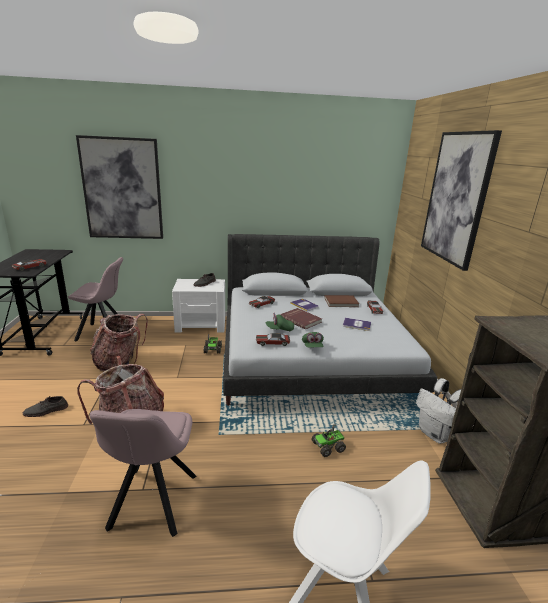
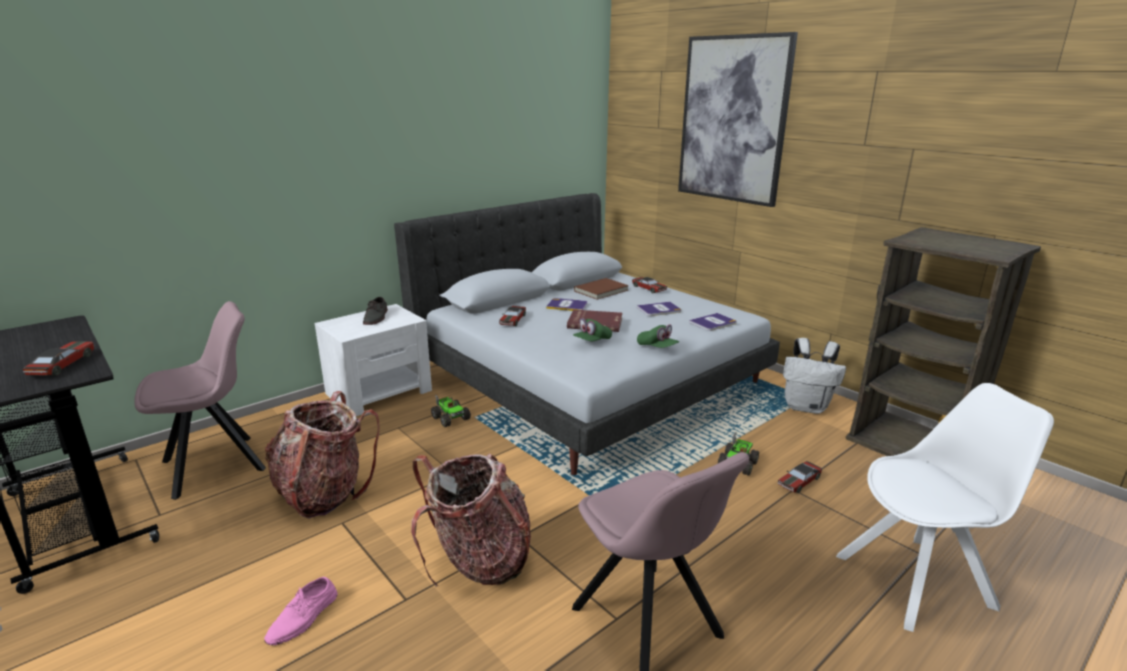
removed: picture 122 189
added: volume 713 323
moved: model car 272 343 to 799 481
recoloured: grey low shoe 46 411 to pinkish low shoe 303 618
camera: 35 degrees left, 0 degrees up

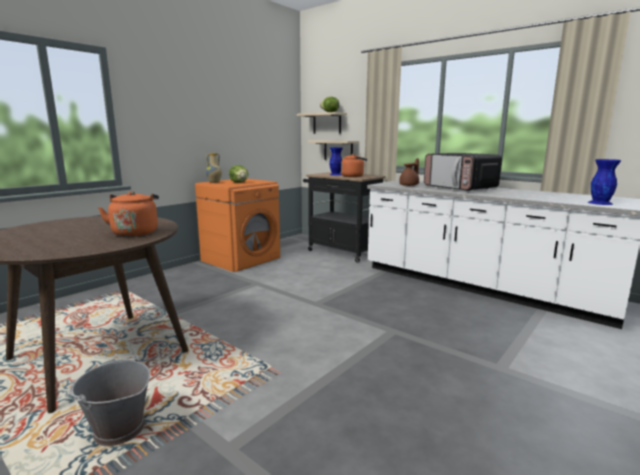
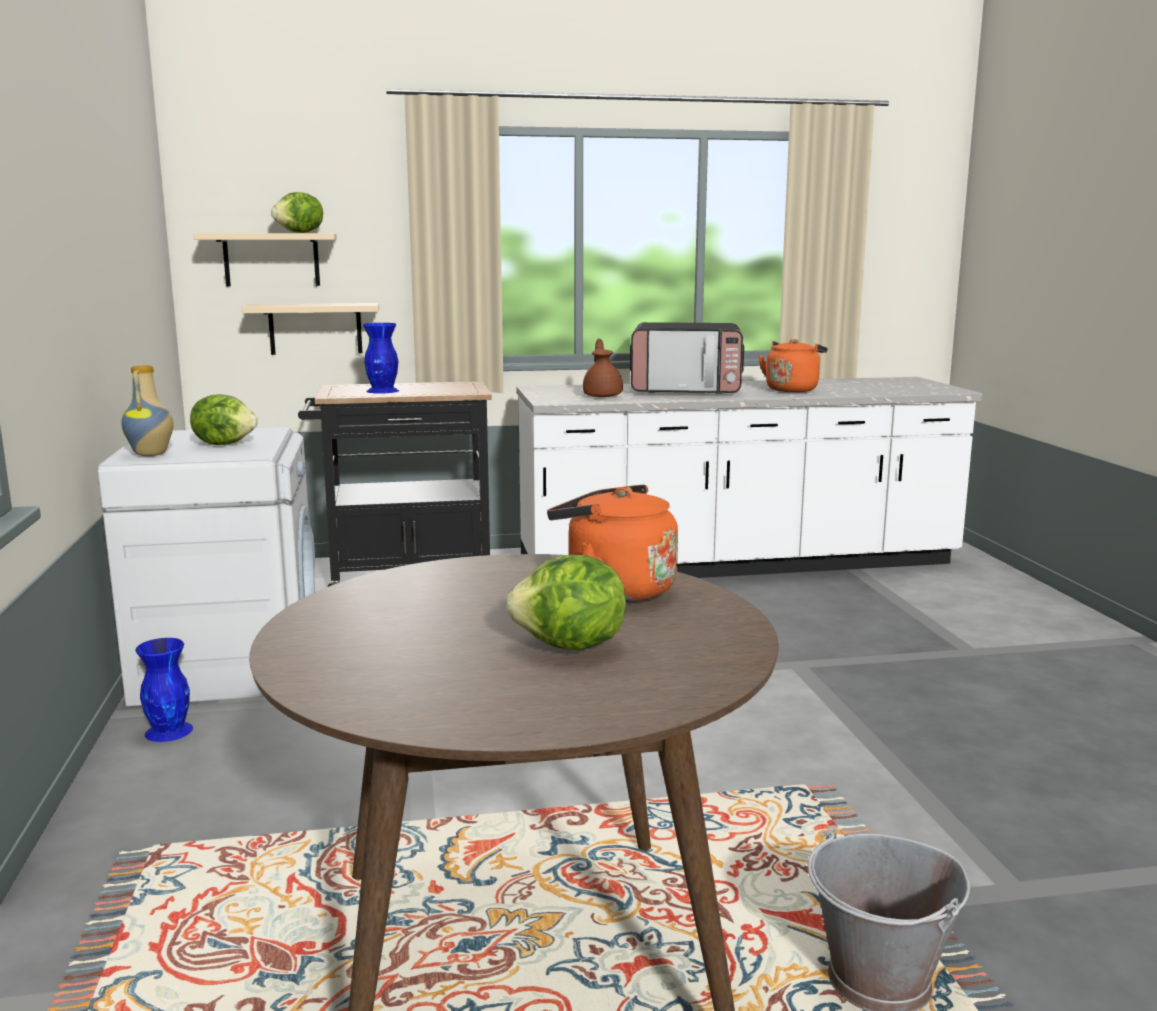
added: lettuce head 570 647
moved: orange-coloured kettle 354 176 to 792 389; blue-coloured vase 600 203 to 170 731
recoloured: orange-coloured washing machine 243 259 to white-coloured washing machine 232 662
camera: 50 degrees left, 0 degrees up

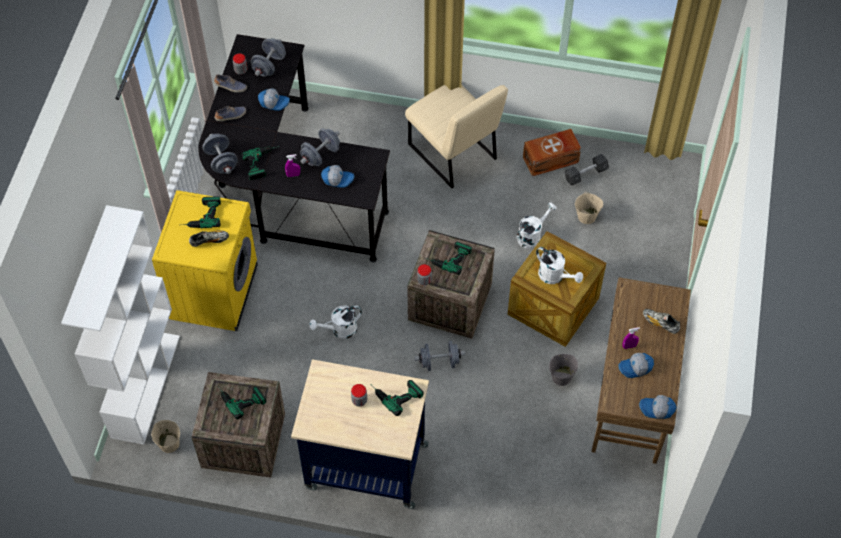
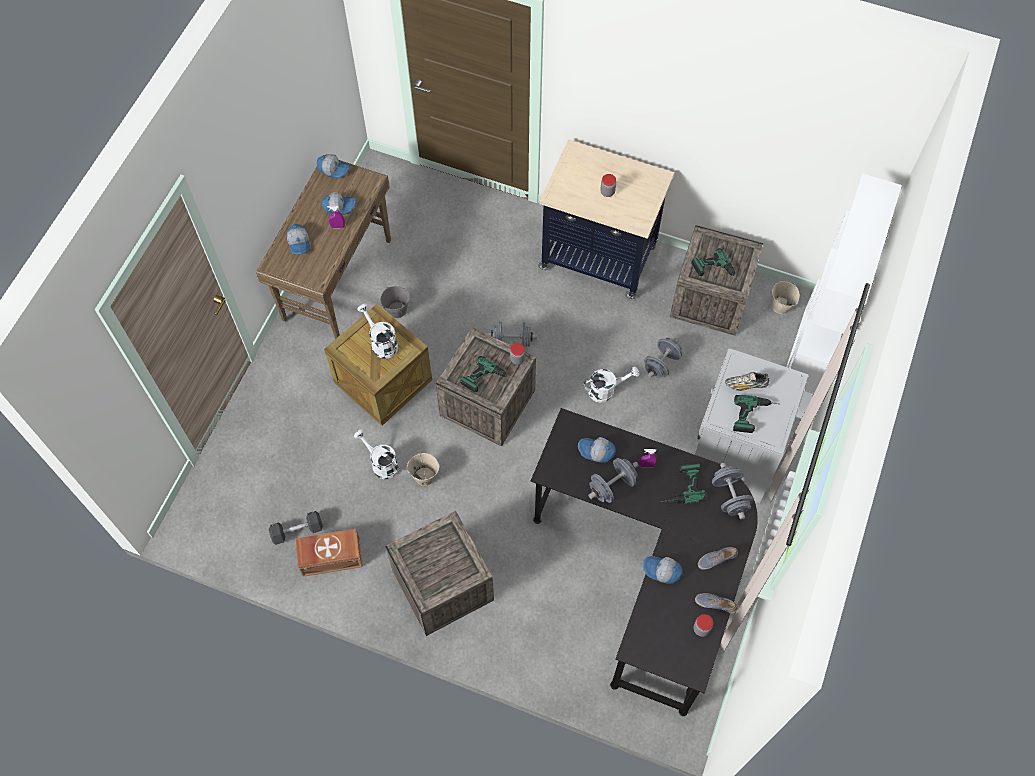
removed: power drill 395 392
moved: grey free weight 269 65 to 661 364; beige-coloured bucket 587 216 to 424 476
replaced: beige-coloured plain chair 453 153 to packing crate 443 585; low shoe 660 323 to peaked cap 299 243
recoloured: yellow washing machine 216 291 to white-coloured washing machine 732 453
turned: white-coloured watering can 532 235 = 381 464 75 degrees clockwise
camera: 170 degrees left, 5 degrees up

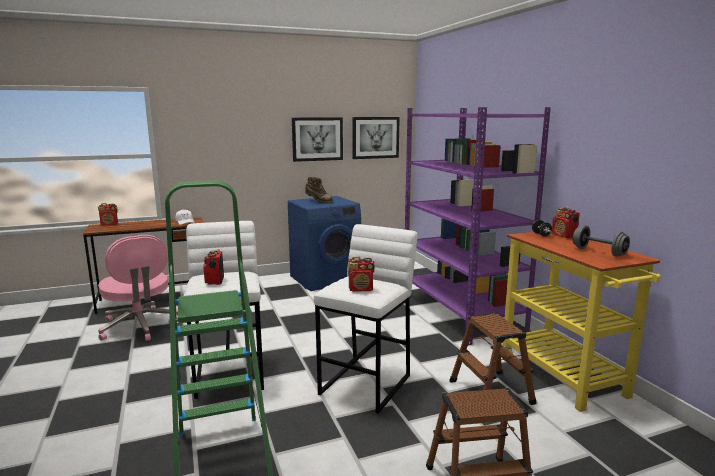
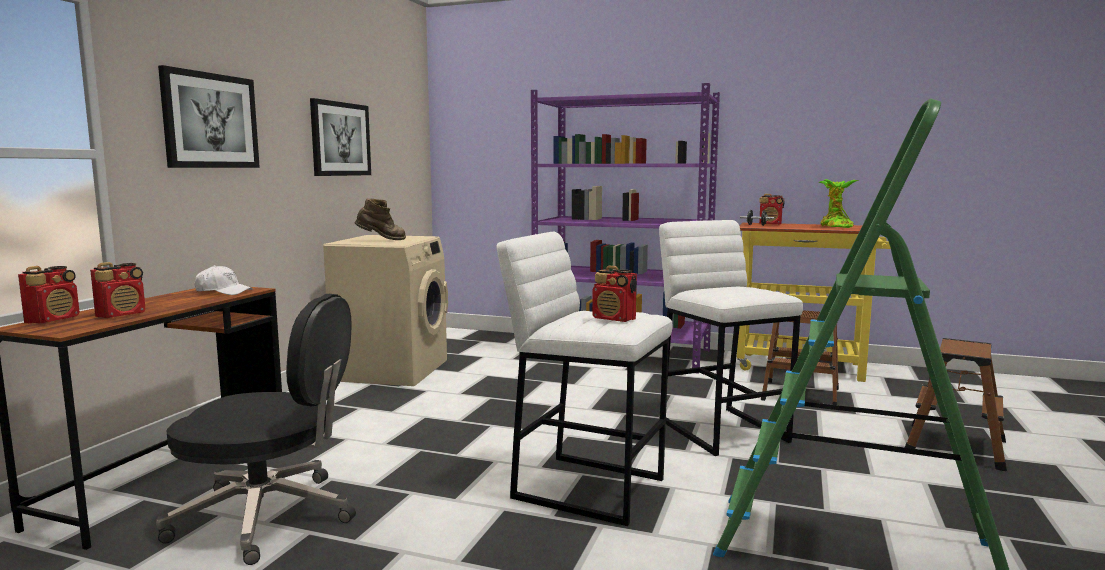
moved: picture 375 137 to 210 121; radio set 361 289 to 122 315
replaced: grey free weight 598 252 to plant in a pot 835 227
recoloured: blue-coloured washing machine 325 279 to beige-coloured washing machine 394 370; pinkish office chair 140 326 to black-coloured office chair 268 516
camera: 50 degrees left, 5 degrees down

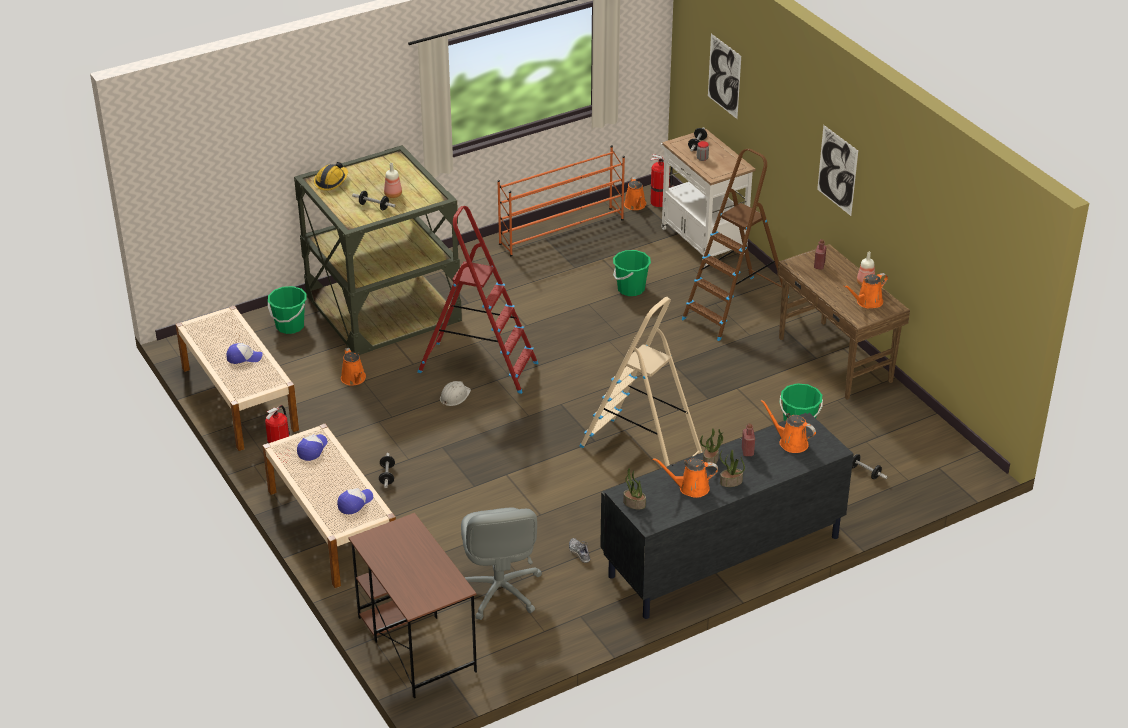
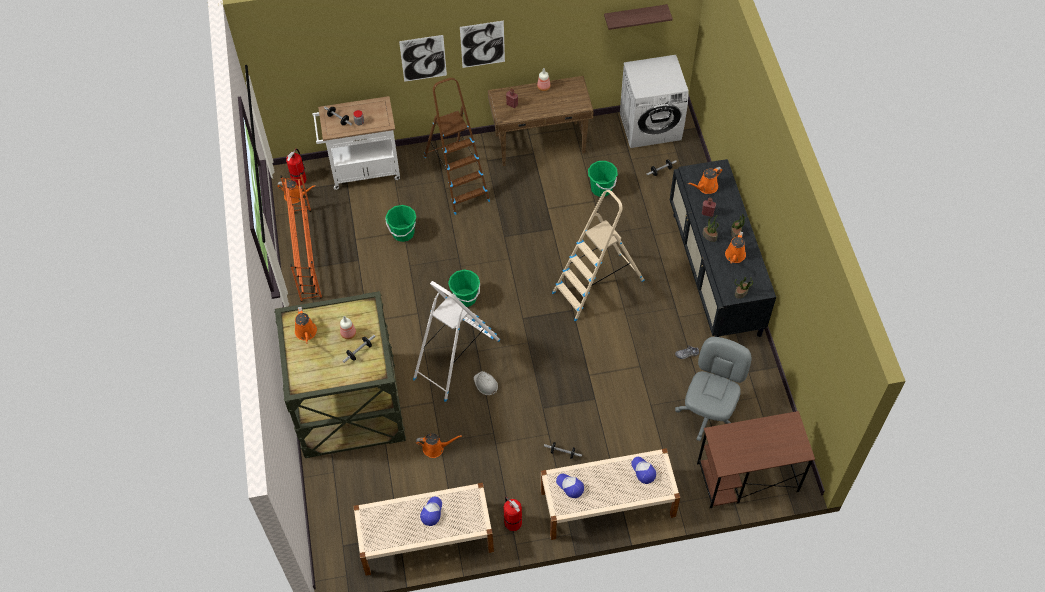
removed: safety helmet 331 181
added: bracket shelf 635 17; white-coloured washing machine 650 127
moved: picture 724 76 to 423 58; orange-coloured watering can 867 302 to 306 333; green-coloured bucket 290 326 to 465 298
recoloured: red-coloured step stool 478 367 to white-coloured step stool 457 359
turned: grey office chair 499 590 = 709 413 75 degrees counterclockwise
camera: 70 degrees left, 20 degrees up

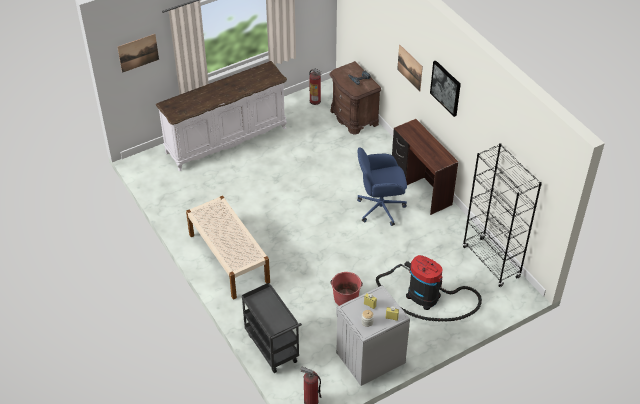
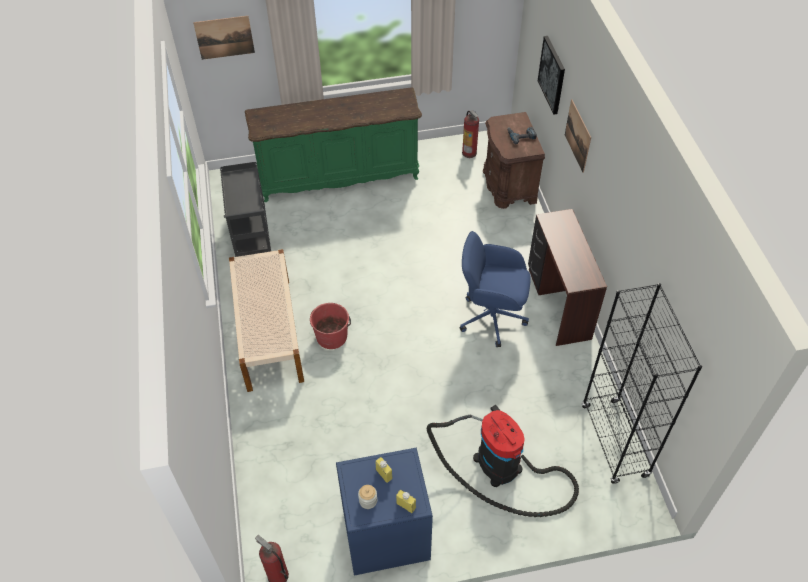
moved: picture 446 88 to 552 75; red-coloured bucket 345 298 to 332 336; grey trolley 273 349 to 252 241
recoloured: white-coloured cupboard 227 141 to green-coloured cupboard 339 178; white-coloured washing machine 369 357 to blue-coloured washing machine 385 534
camera: 20 degrees right, 5 degrees up

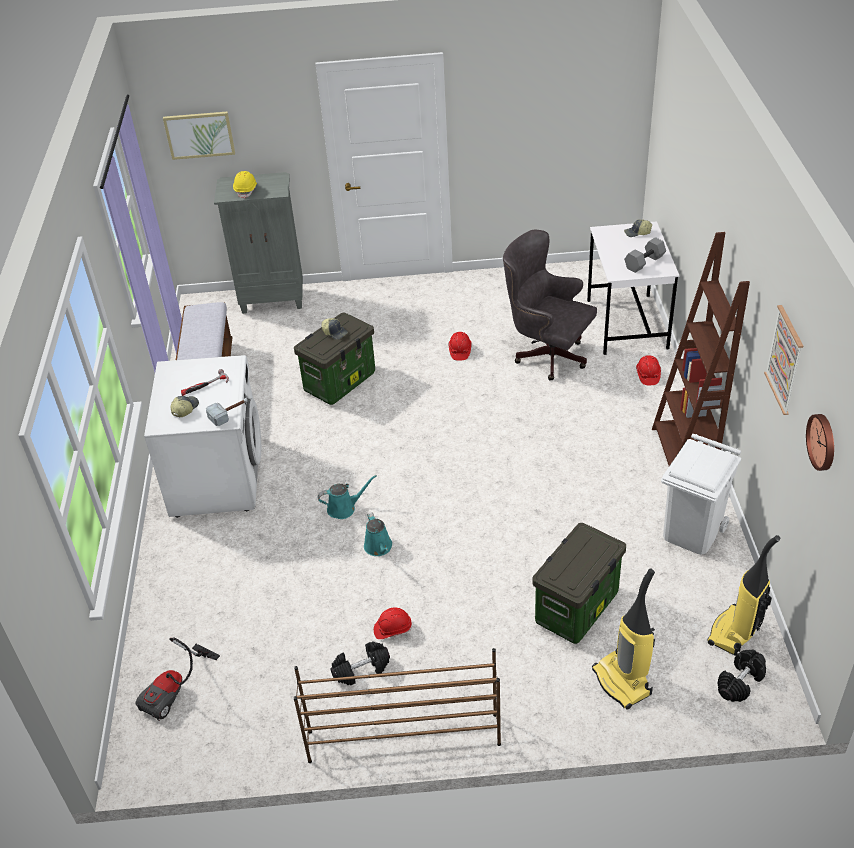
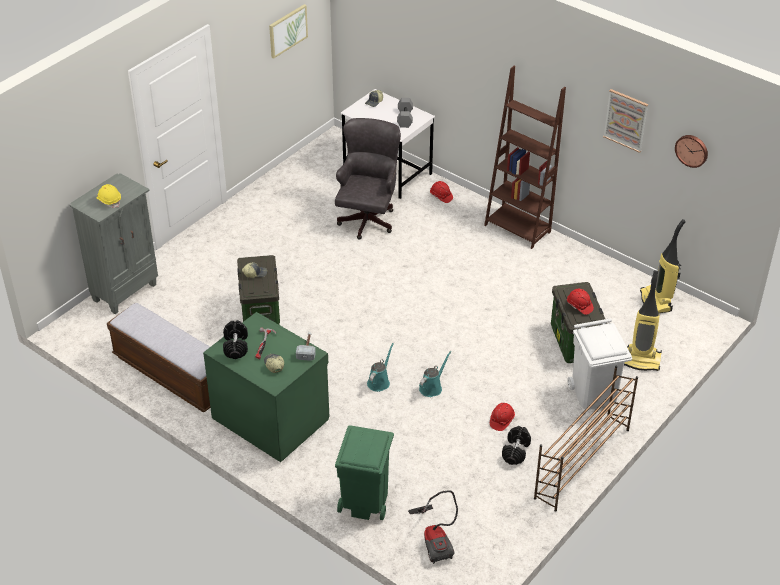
added: green-coloured waste bin 364 501
moved: picture 199 135 to 287 30; red-coloured safety helmet 460 351 to 579 306; white-coloured waste bin 692 532 to 594 394; black-coloured free weight 740 683 to 236 346
recoloured: white-coloured washing machine 219 476 to green-coloured washing machine 271 419
turned: grey office chair 547 356 = 368 219 120 degrees clockwise; turquoise-coloured watering can 379 548 = 432 387 75 degrees counterclockwise
camera: 50 degrees left, 0 degrees up

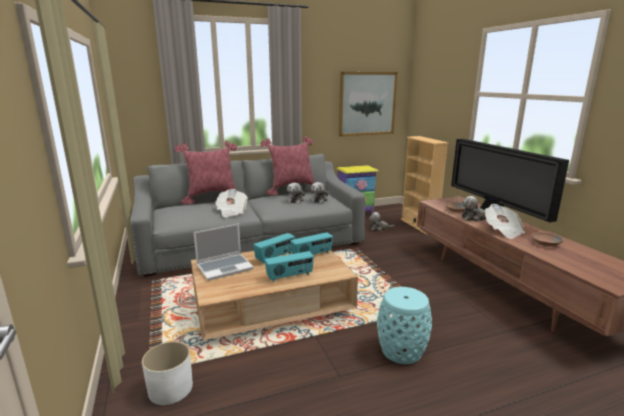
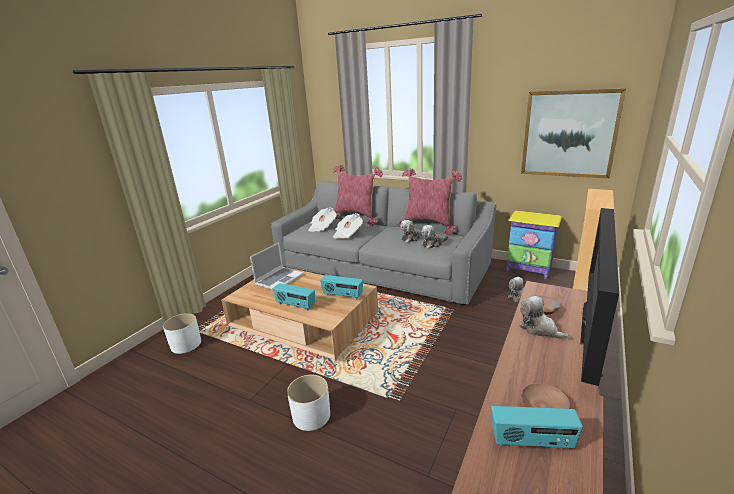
moved: newspaper 503 231 to 322 227; radio set 275 257 to 532 442
replaced: turquoise-coloured stool 401 351 to white-coloured plant pot 311 416
turned: portable computer 225 267 = 279 279 75 degrees counterclockwise
camera: 50 degrees right, 5 degrees up

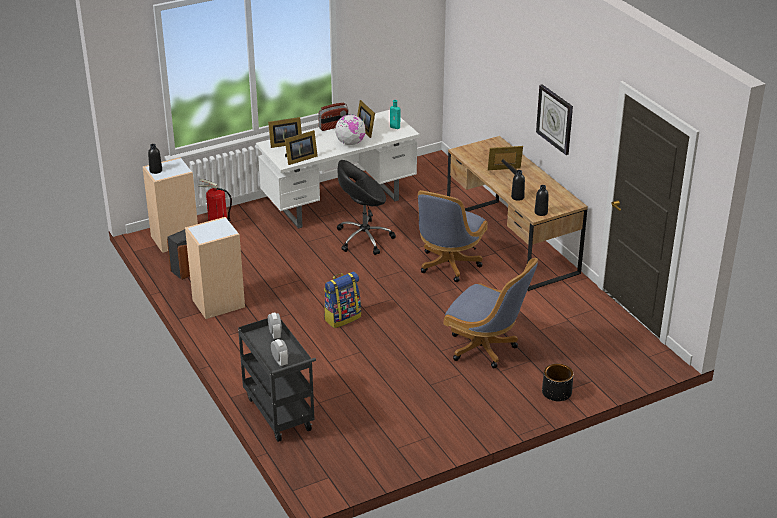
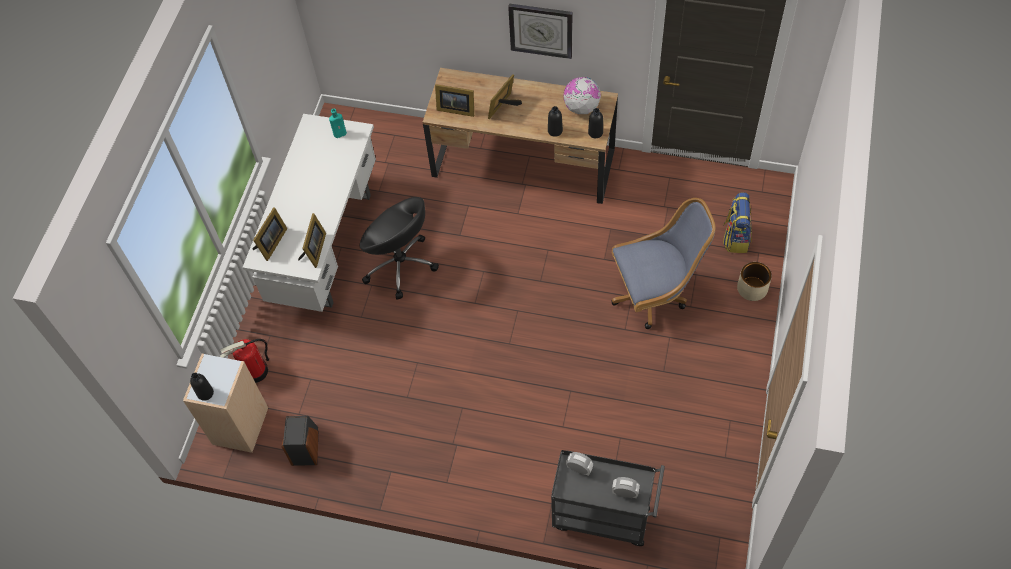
removed: radio set 333 126; blue-coloured office chair 447 268; bookshelf 217 303
moved: picture frame 366 129 to 455 109; desk globe 350 143 to 581 107; backpack 342 318 to 735 237
recoloured: black-coloured plant pot 556 393 to beige-coloured plant pot 752 288
turned: black-coloured office chair 363 238 = 402 267 75 degrees counterclockwise
camera: 45 degrees left, 25 degrees up

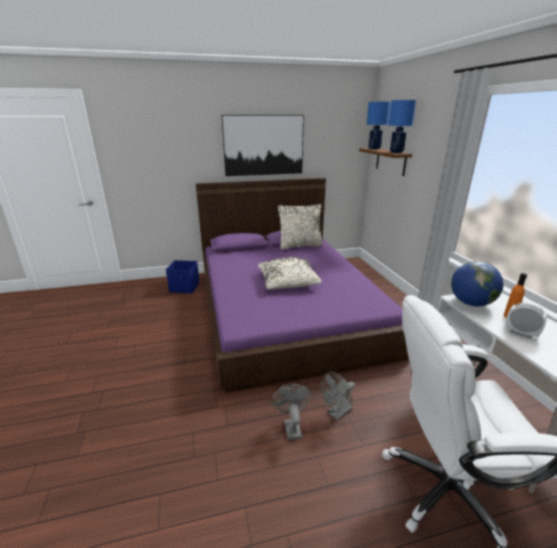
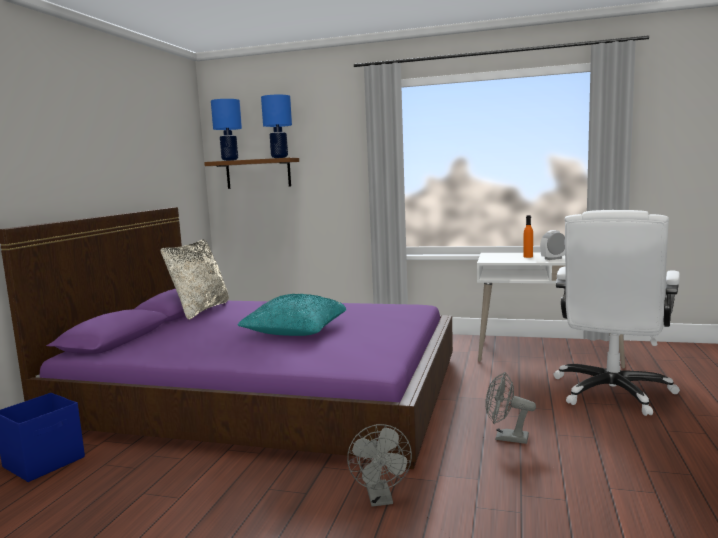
removed: picture 264 145; desk globe 471 303
moved: grey cooling fan 337 413 to 381 499
recoloured: beige-coloured throw pillow 288 281 to turquoise-coloured throw pillow 296 329
camera: 60 degrees left, 15 degrees down

